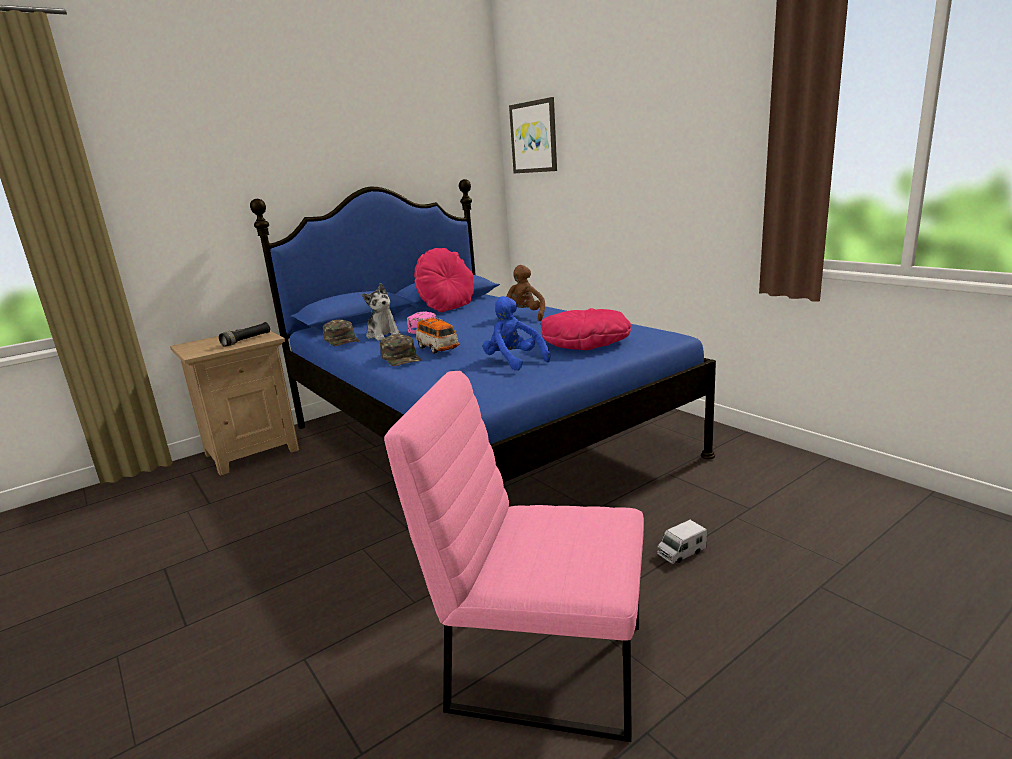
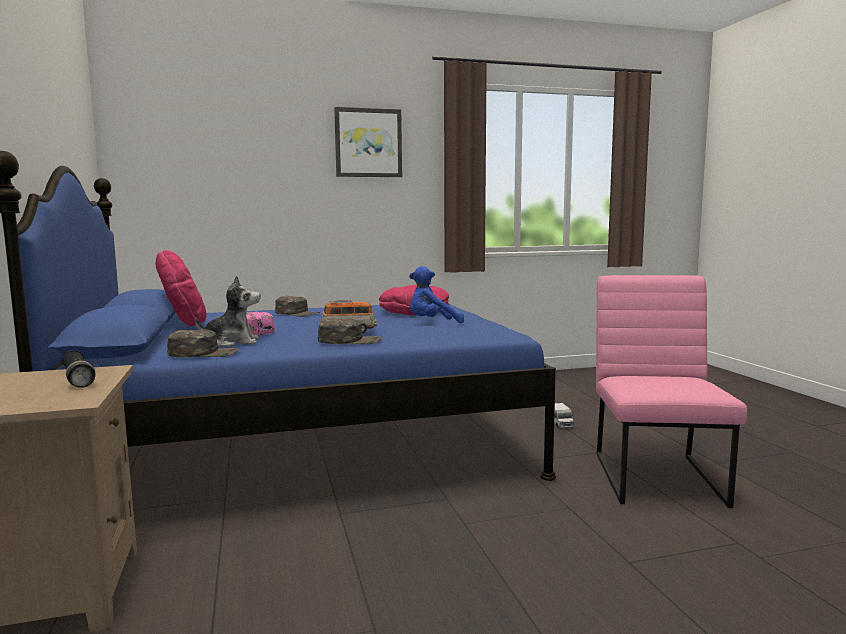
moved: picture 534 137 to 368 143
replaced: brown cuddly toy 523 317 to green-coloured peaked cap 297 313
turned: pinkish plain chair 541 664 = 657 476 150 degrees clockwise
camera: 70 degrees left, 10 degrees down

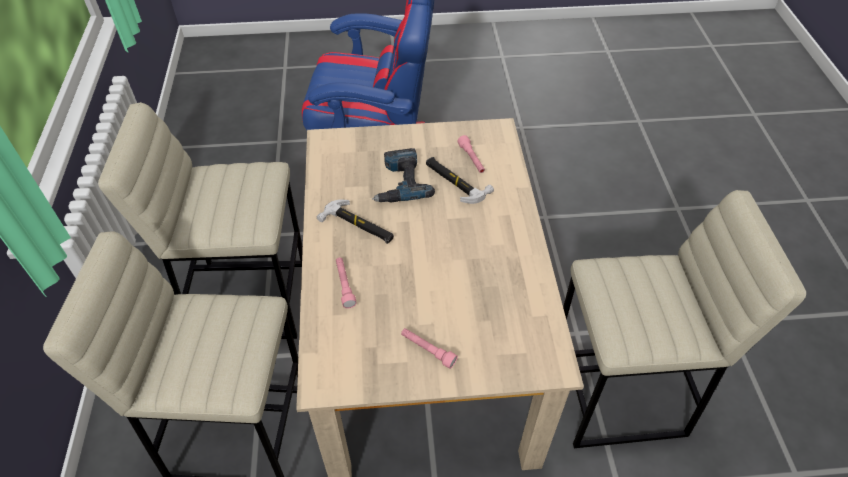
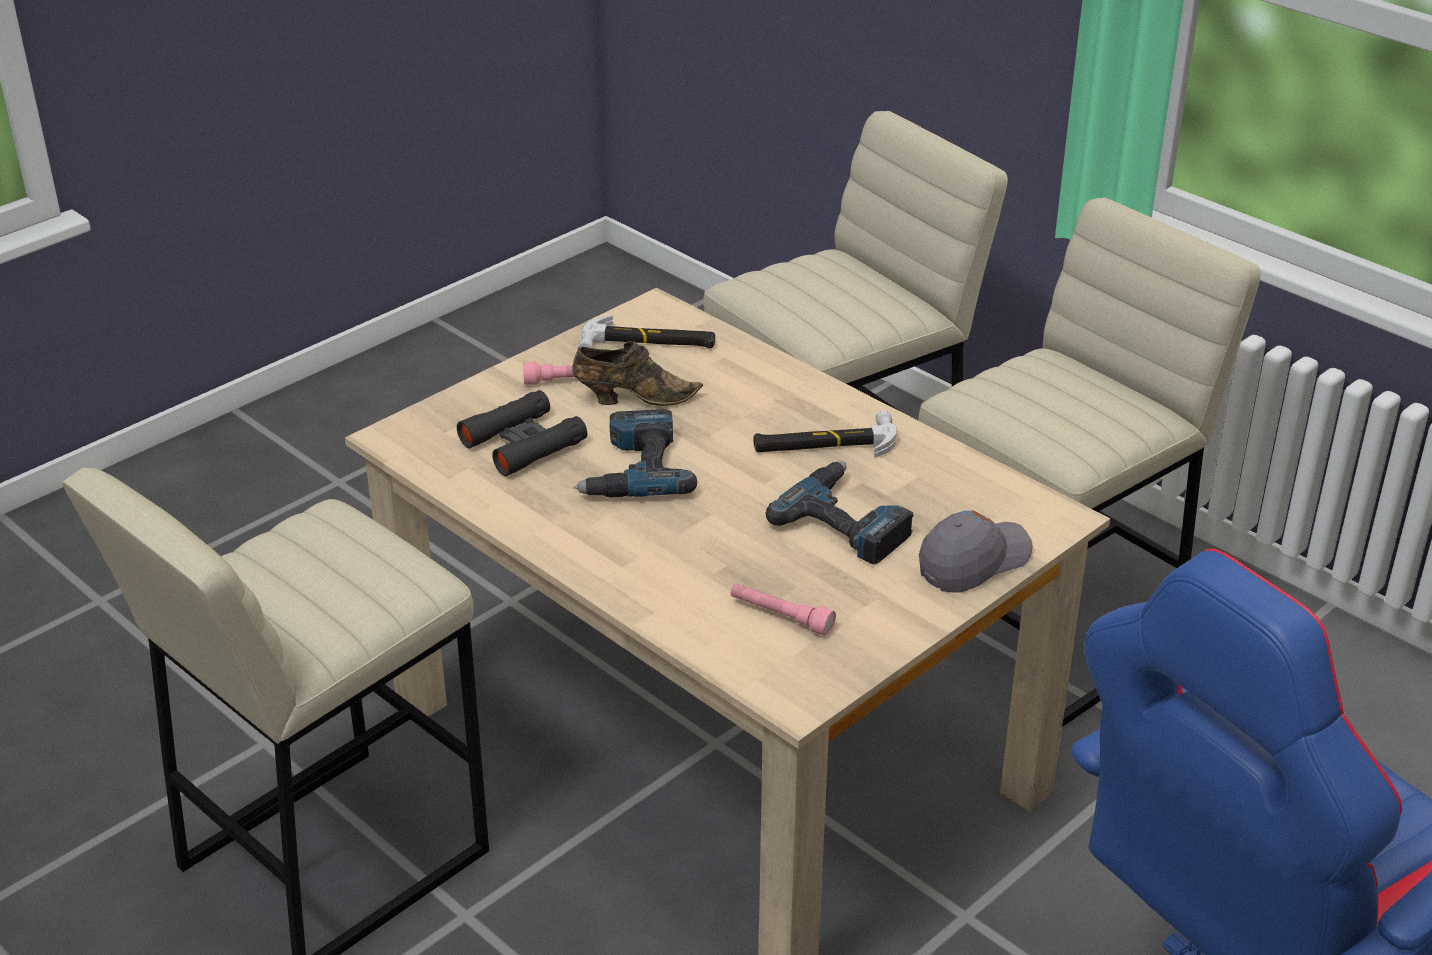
removed: pinkish flashlight 344 285
added: brown low shoe 633 399; black-coloured field glasses 523 443; power drill 633 469; grey peaked cap 973 562
moved: hand hammer 455 181 to 648 343
camera: 140 degrees right, 15 degrees down

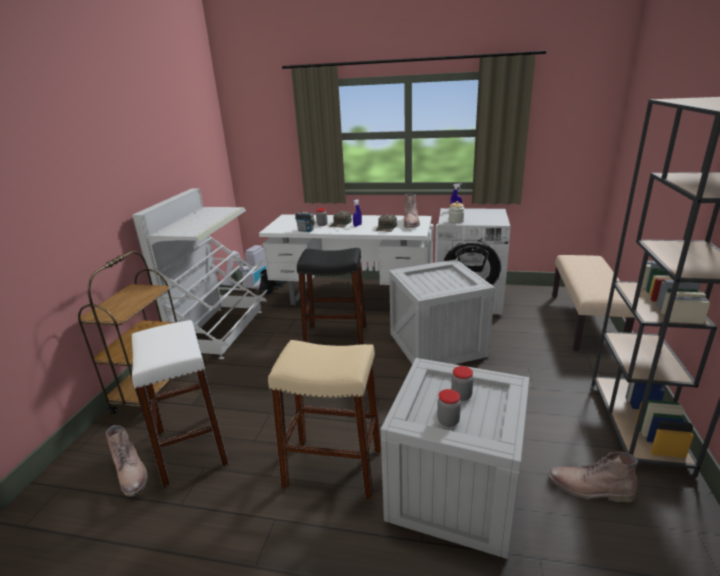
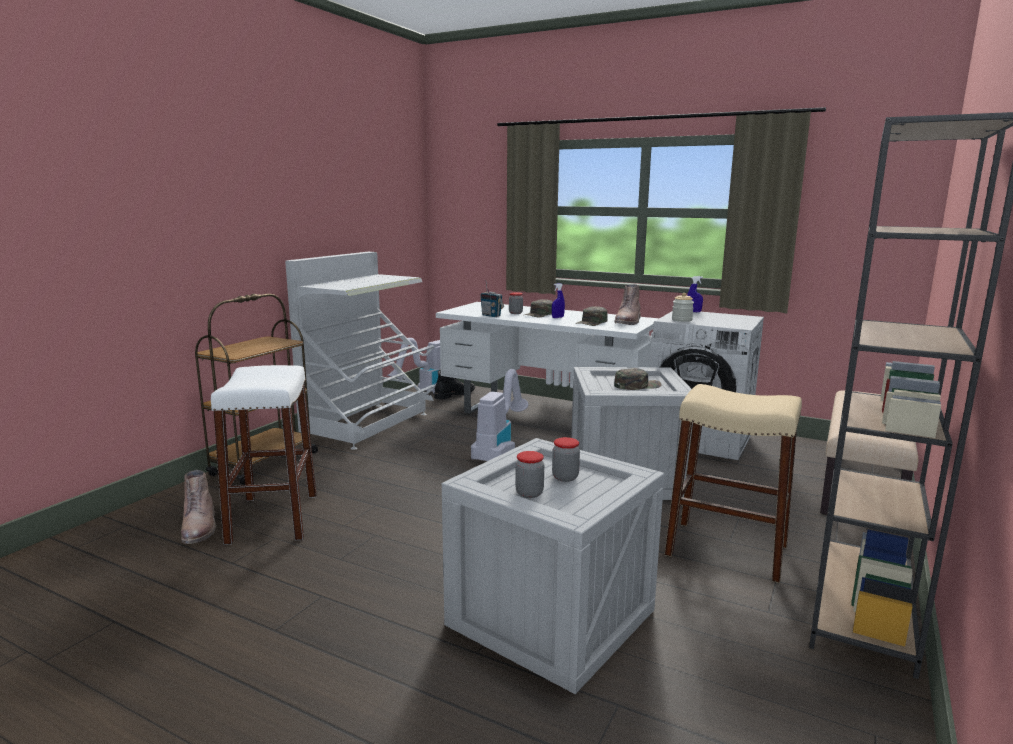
removed: brown high-top boot 589 489
added: green-coloured peaked cap 637 385
moved: beige-coloured stool 333 468 to 727 550
replaced: black-coloured stool 335 336 to hoover 500 449
camera: 15 degrees right, 10 degrees down

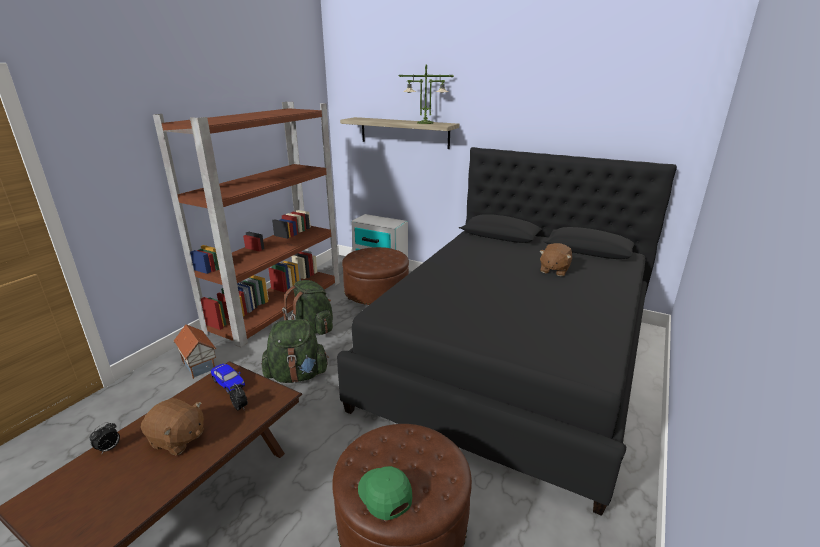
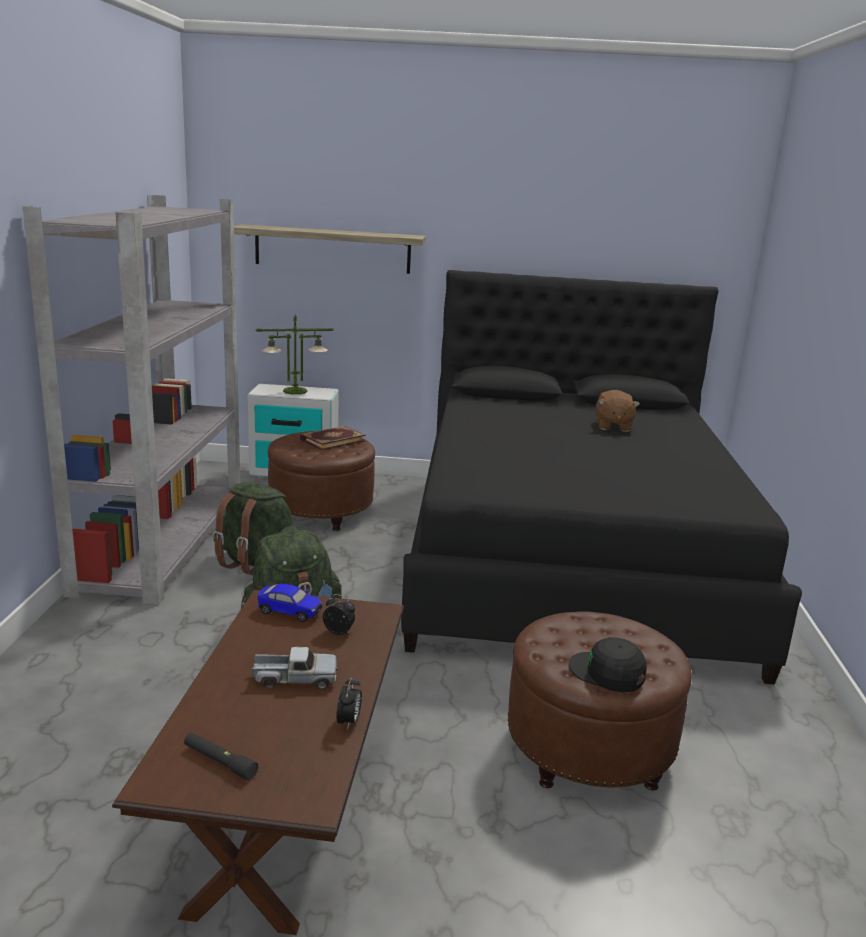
removed: miniature house 200 364
added: volume 332 440; black-coloured flashlight 219 762
moved: lamp for a table 425 123 to 294 391; bedside clock 109 448 to 349 722
replaced: brown cuddly toy 178 439 to model truck 294 679
recoloured: brown bookshelf 278 305 to grey bookshelf 164 541; green-coloured peaked cap 384 494 to black-coloured peaked cap 607 672
camera: 25 degrees left, 5 degrees down

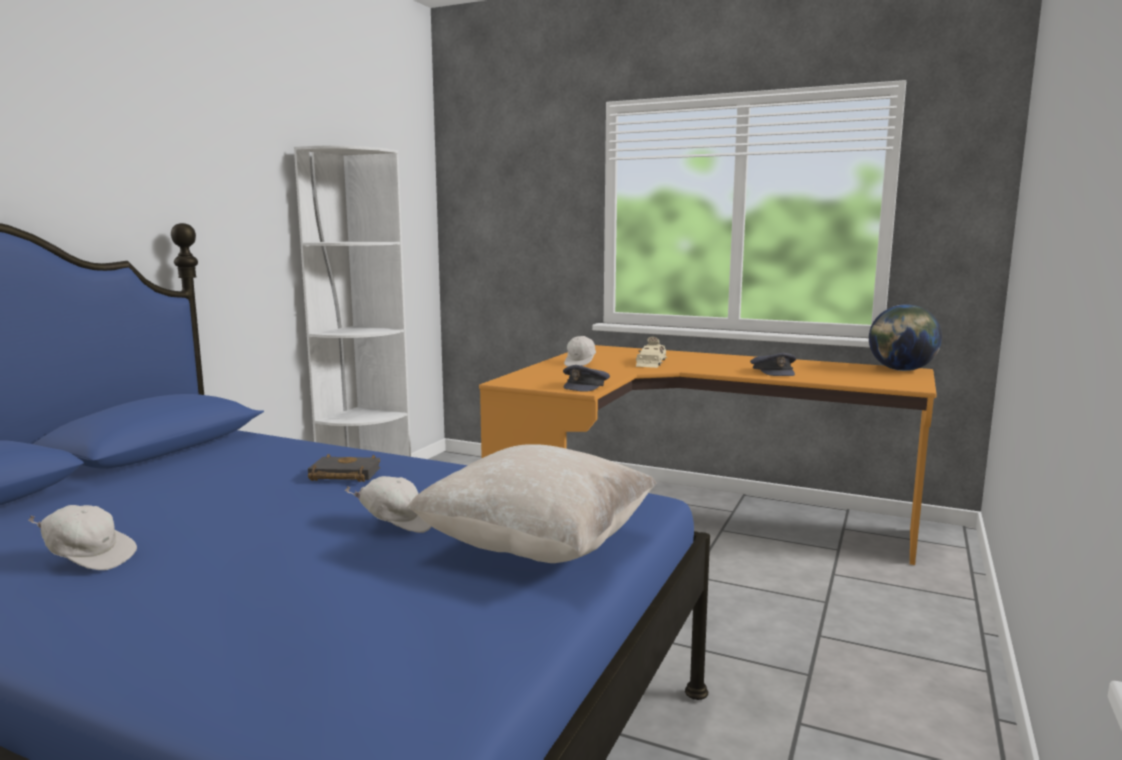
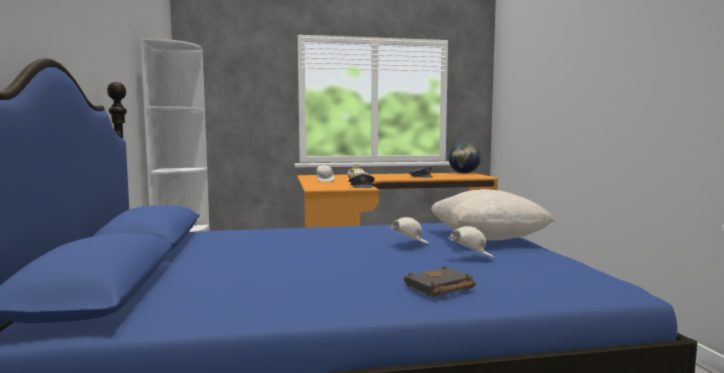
moved: black-coloured volume 342 475 to 439 288; white-coloured peaked cap 89 558 to 470 257
camera: 35 degrees left, 5 degrees down

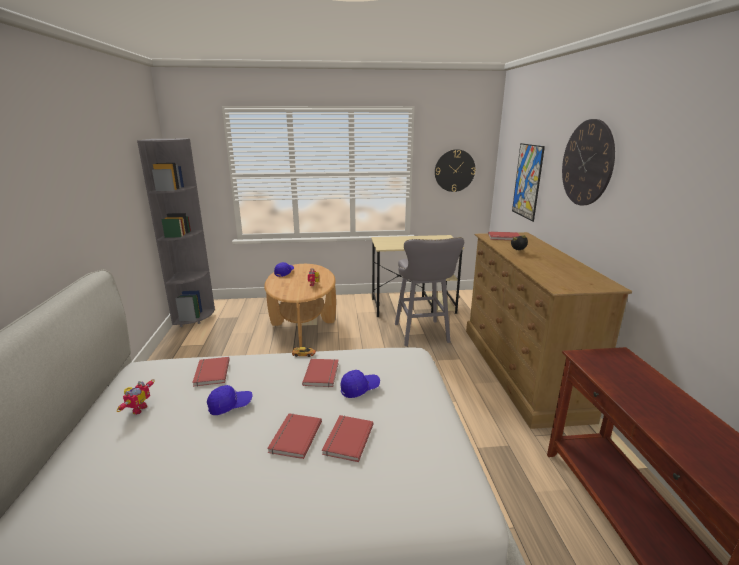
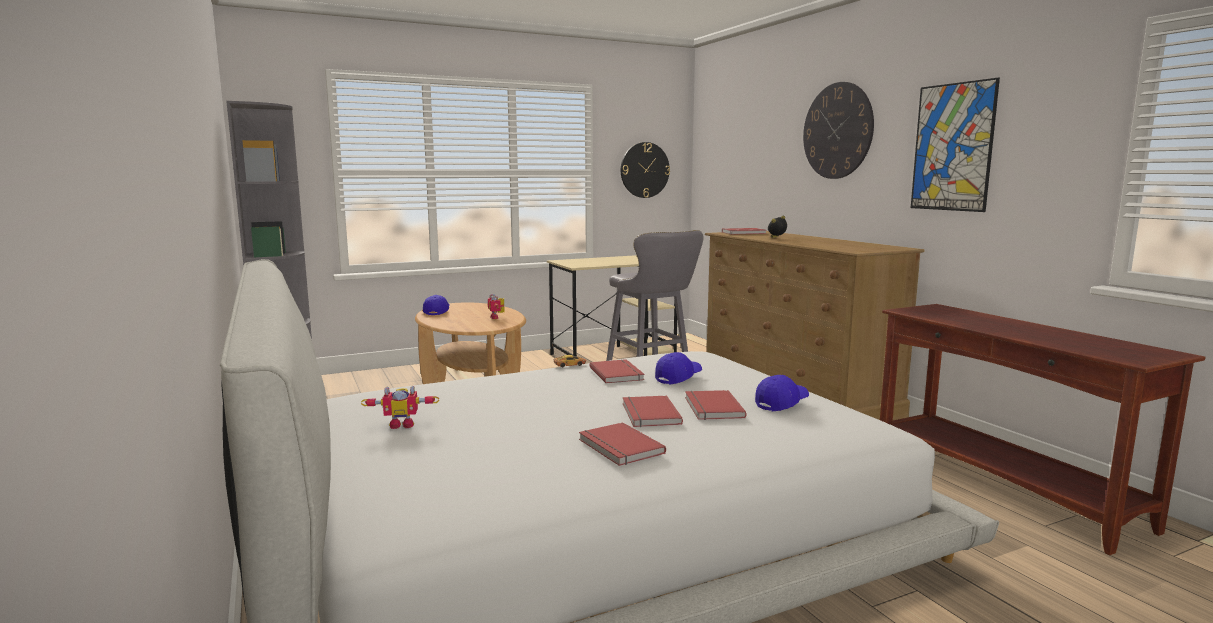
moved: picture 527 181 to 952 147; red-coloured volume 210 373 to 619 447; blue-coloured peaked cap 230 406 to 781 403
turned: model robot 137 409 = 402 424 90 degrees clockwise
camera: 20 degrees left, 10 degrees down

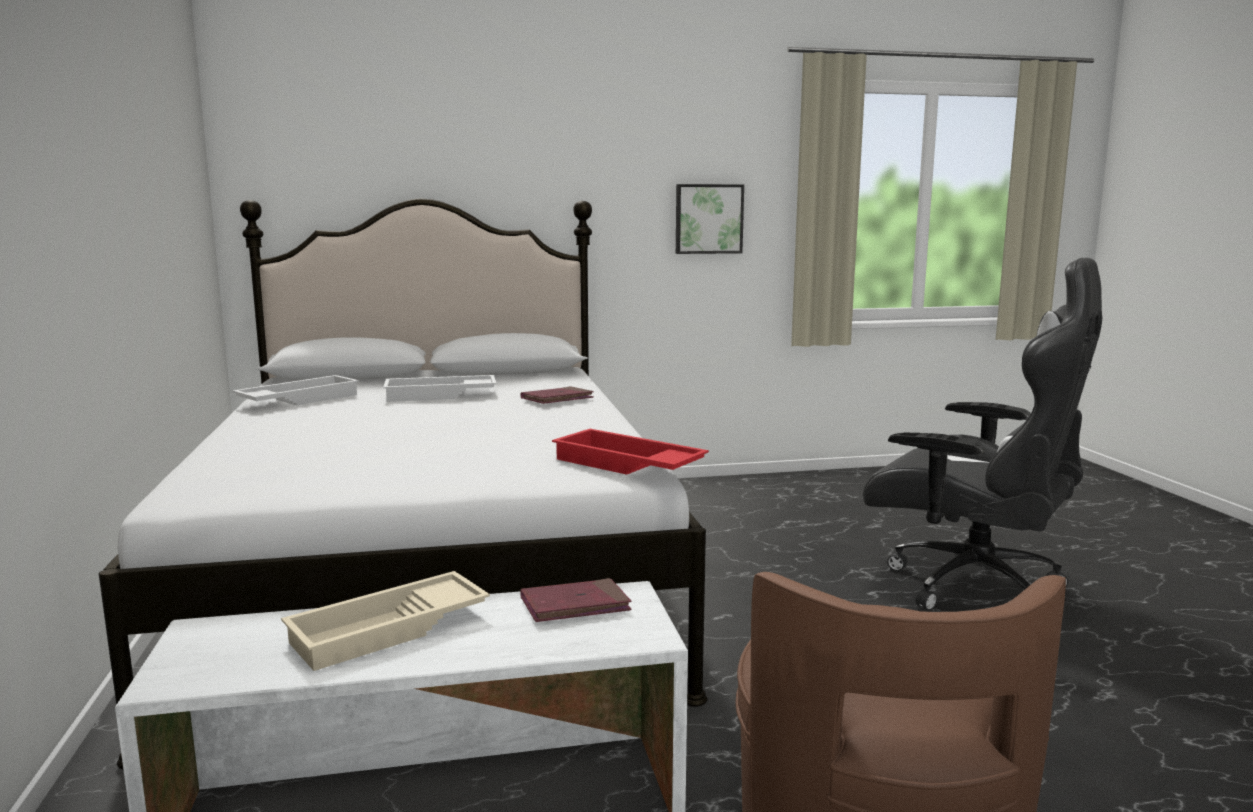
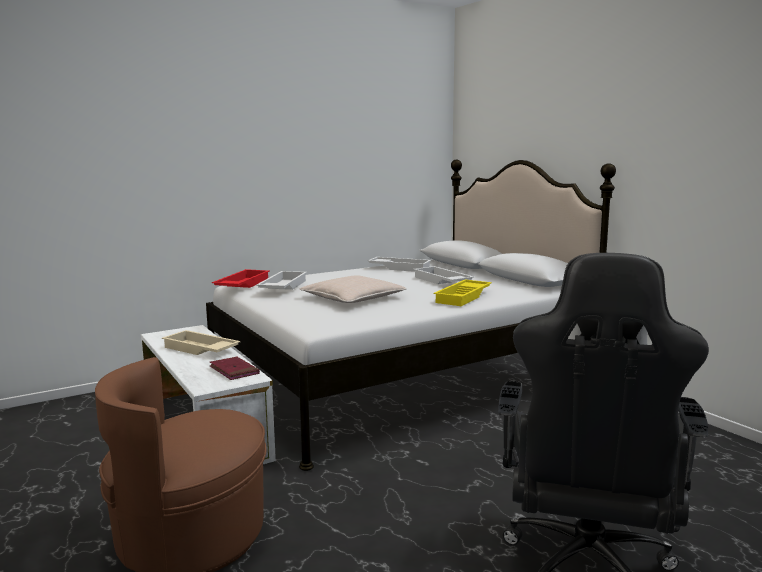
removed: picture 708 219
added: white-coloured carrying tray 282 287; beige-coloured throw pillow 353 298
moved: red-coloured carrying tray 625 465 to 241 285
replaced: red-coloured volume 557 399 to yellow carrying tray 464 297
camera: 70 degrees right, 0 degrees up

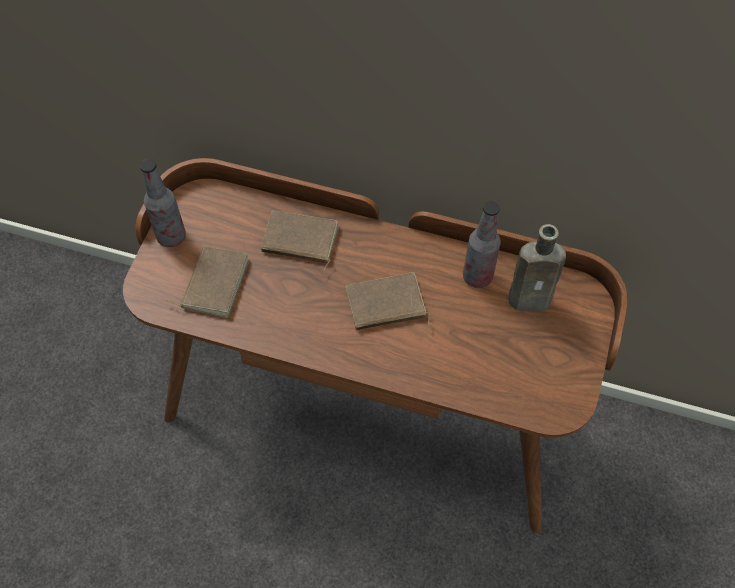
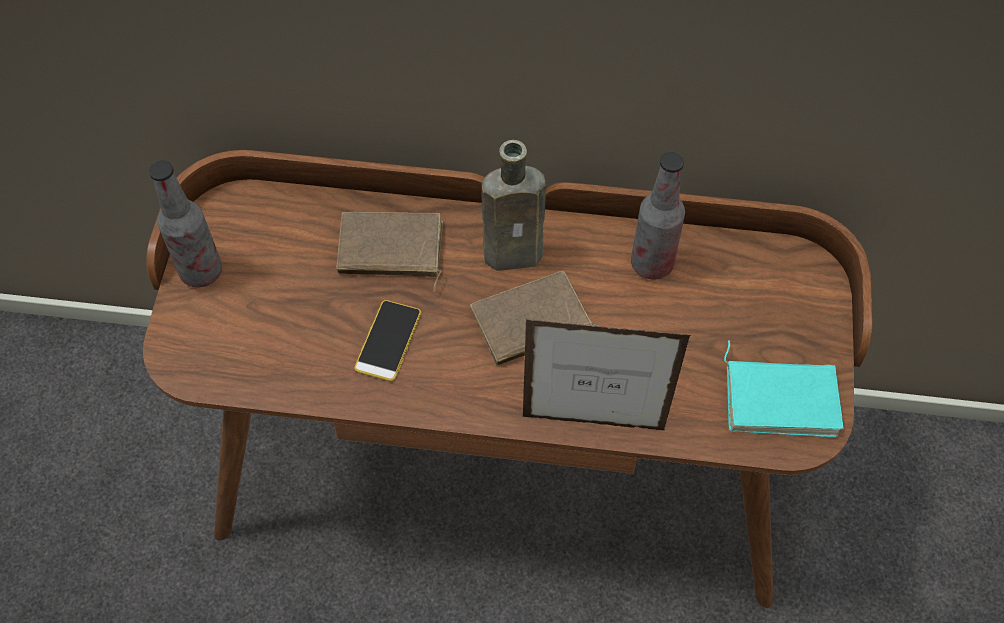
removed: brown volume 213 283
added: telephone 388 341; picture frame 593 423; turquoise-coloured volume 781 397
moved: brown drink bottle 532 300 to 517 254
camera: 10 degrees left, 0 degrees up

